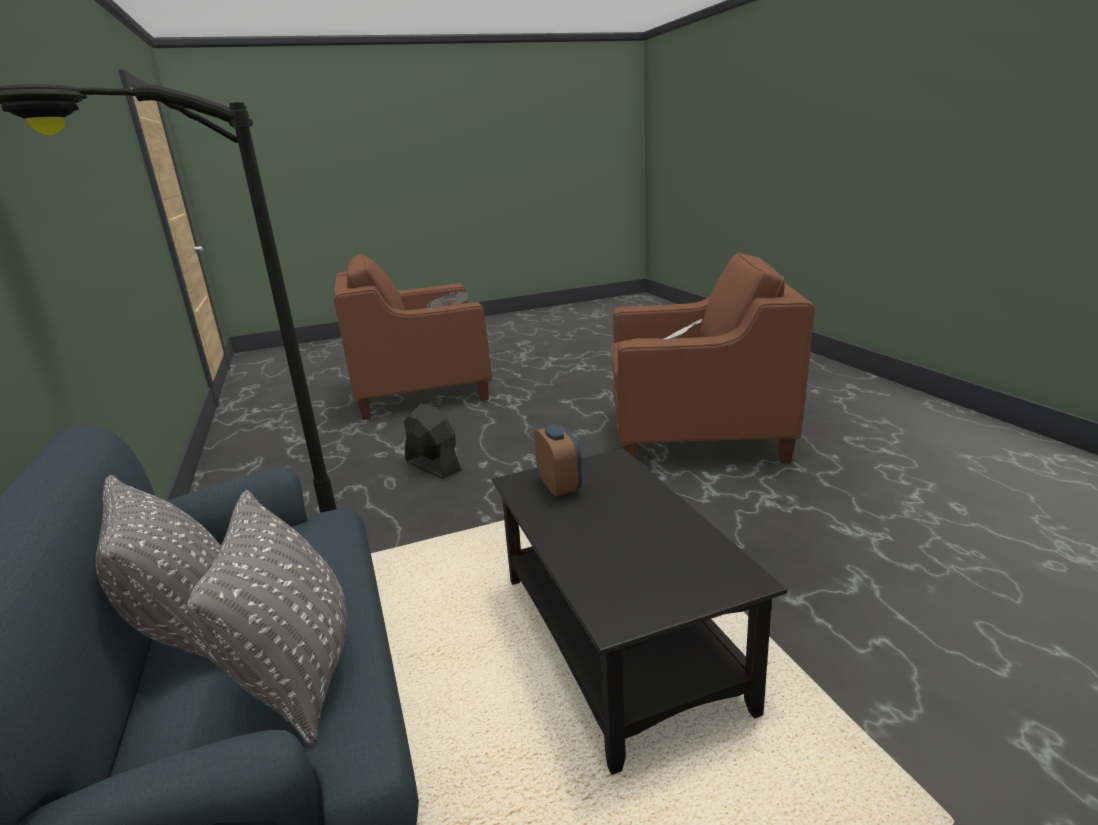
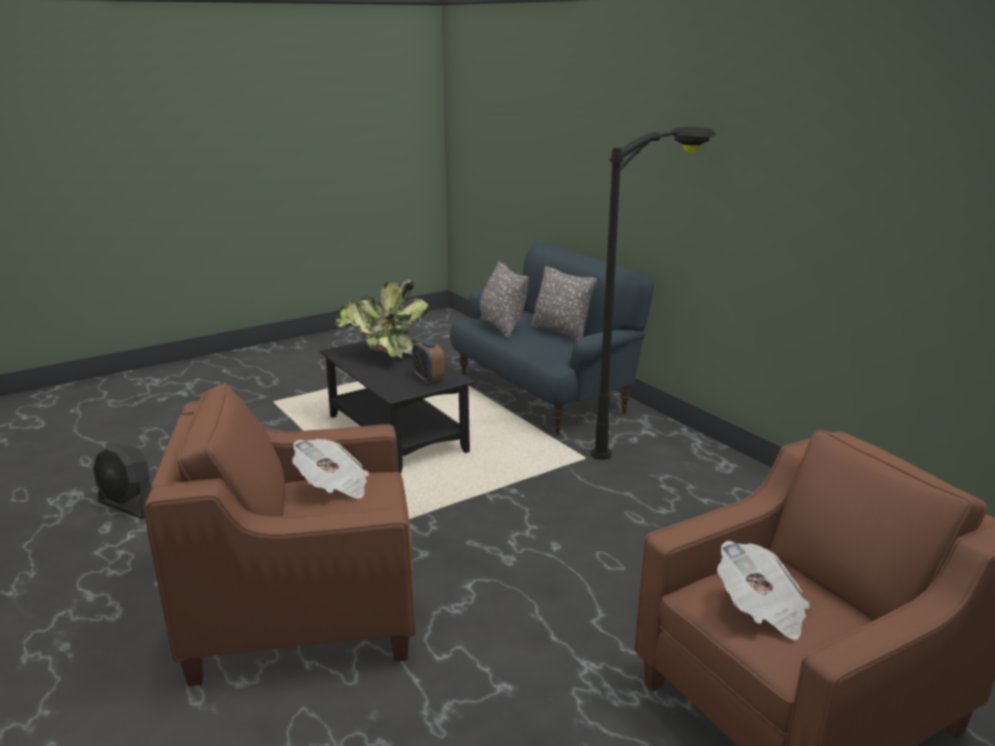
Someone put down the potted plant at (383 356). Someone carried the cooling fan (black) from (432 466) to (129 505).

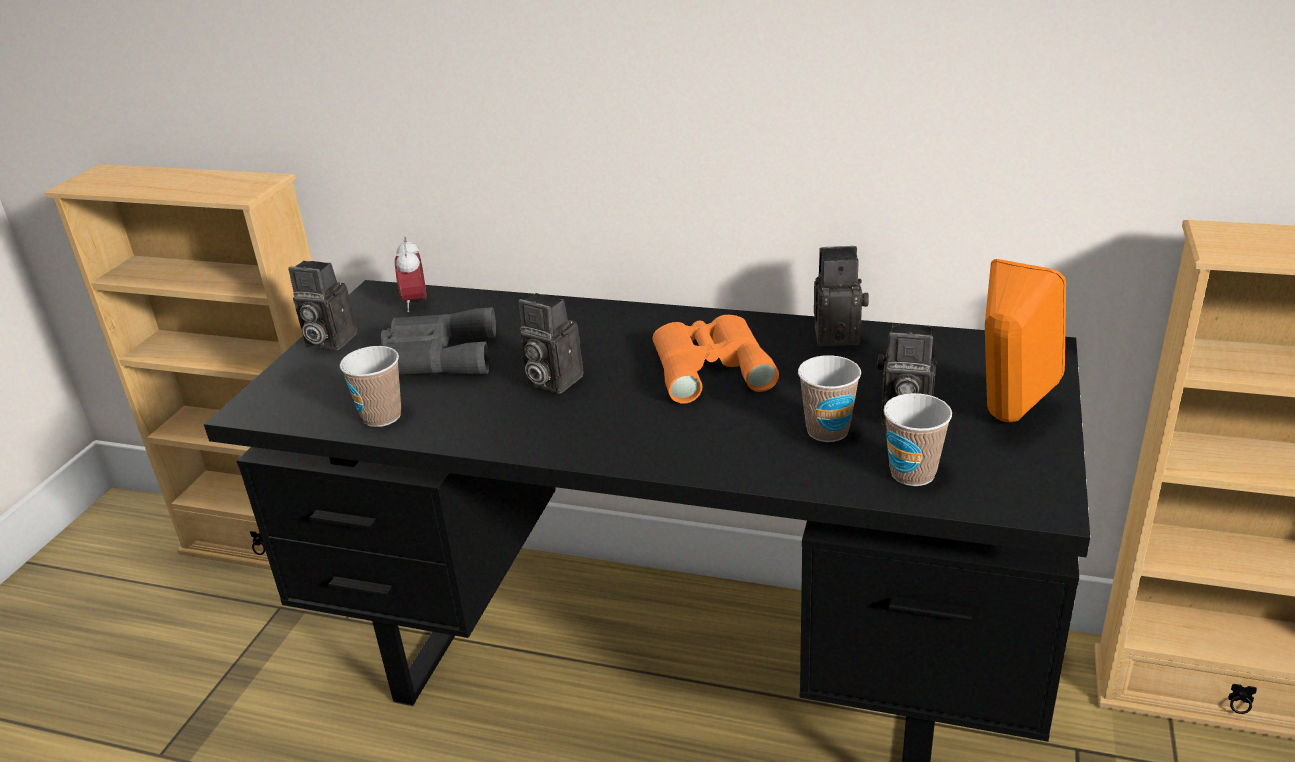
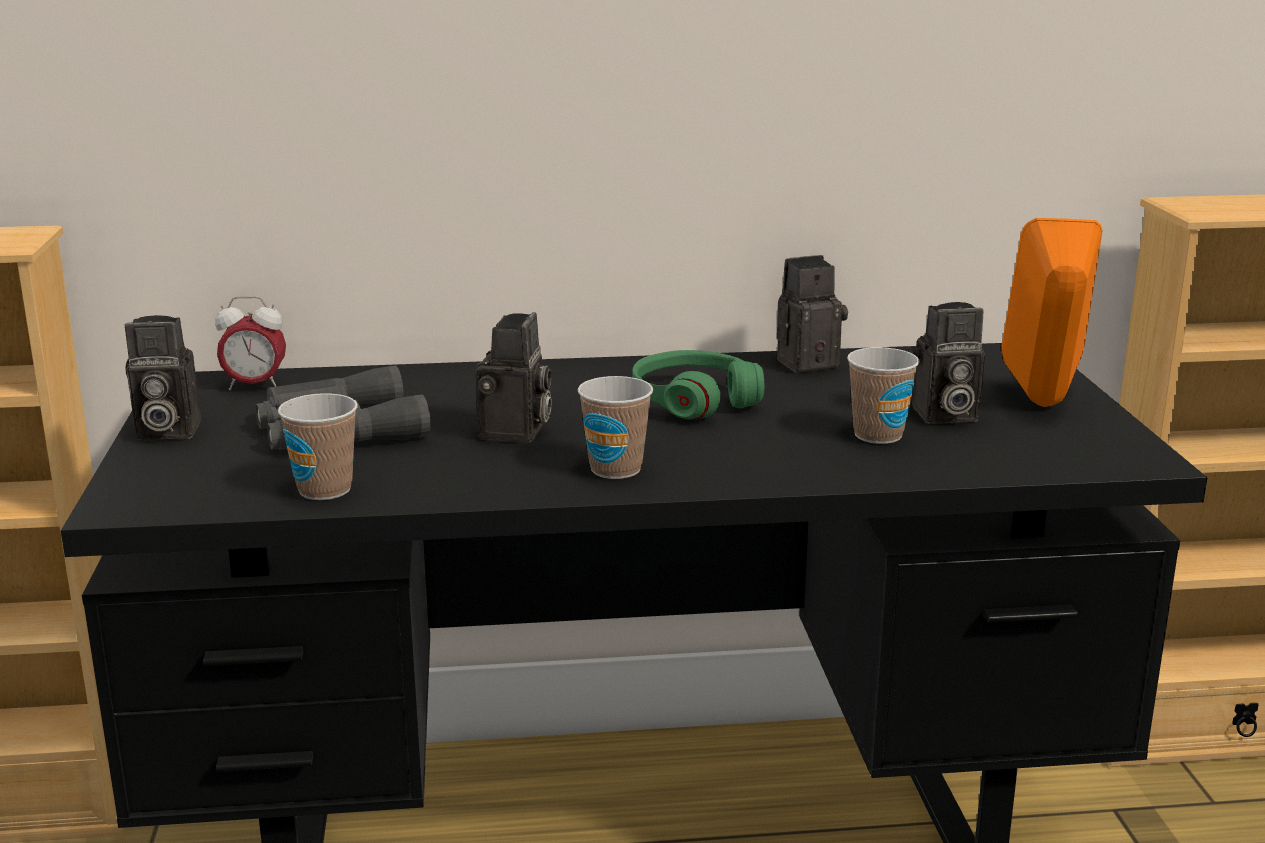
Someone carried the cup from (912 473) to (615 469). Someone swapped the field glasses (orange) at (710 366) for the headphones (green-coloured) at (694 400). Someone rotated the bedside clock at (416 303) by 60 degrees counterclockwise. Someone rotated the photo camera at (550 380) by 90 degrees counterclockwise.

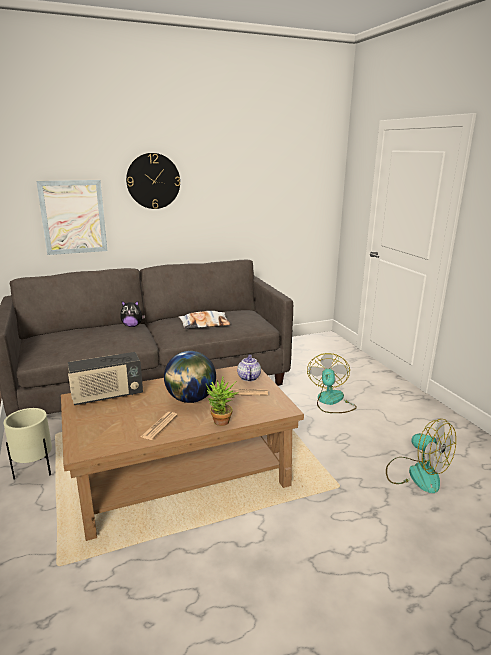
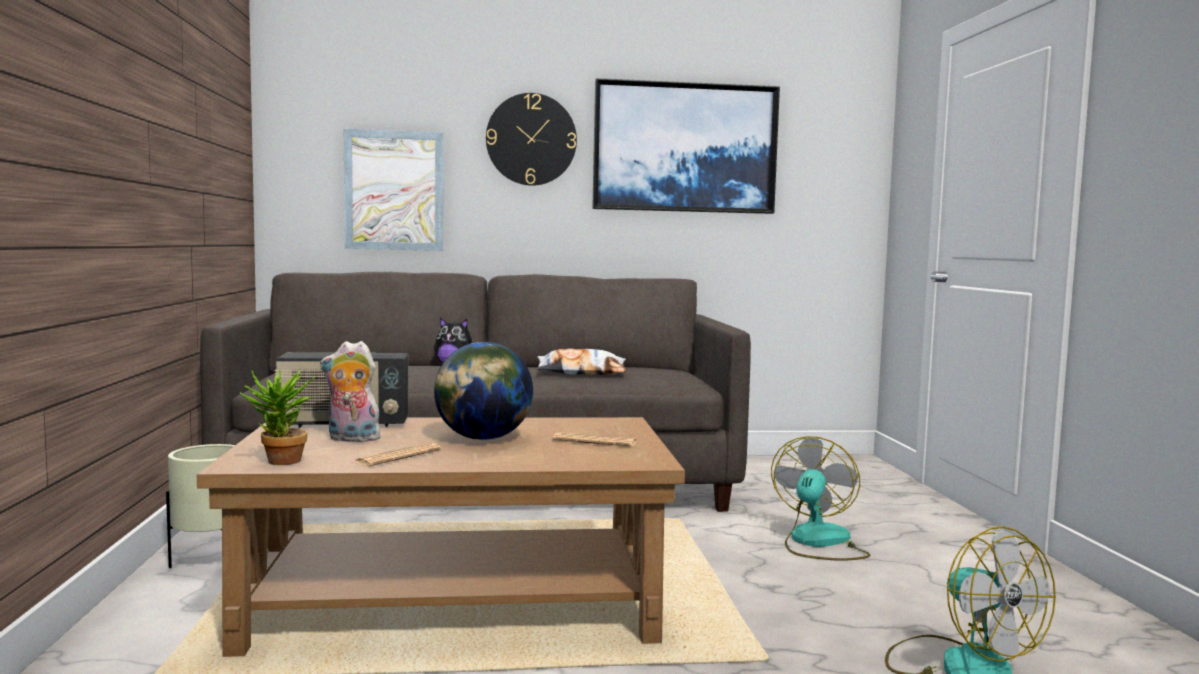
Someone took away the teapot at (248 377). Someone put down the cuddly toy at (351 439). Someone put up the wall picture at (684 148). Someone carried the potted plant from (221 423) to (279 463).

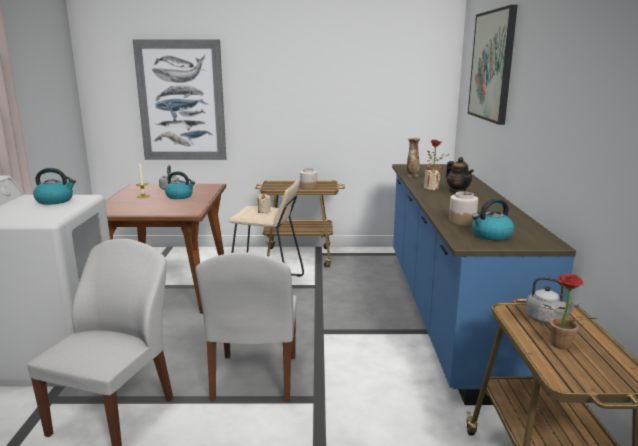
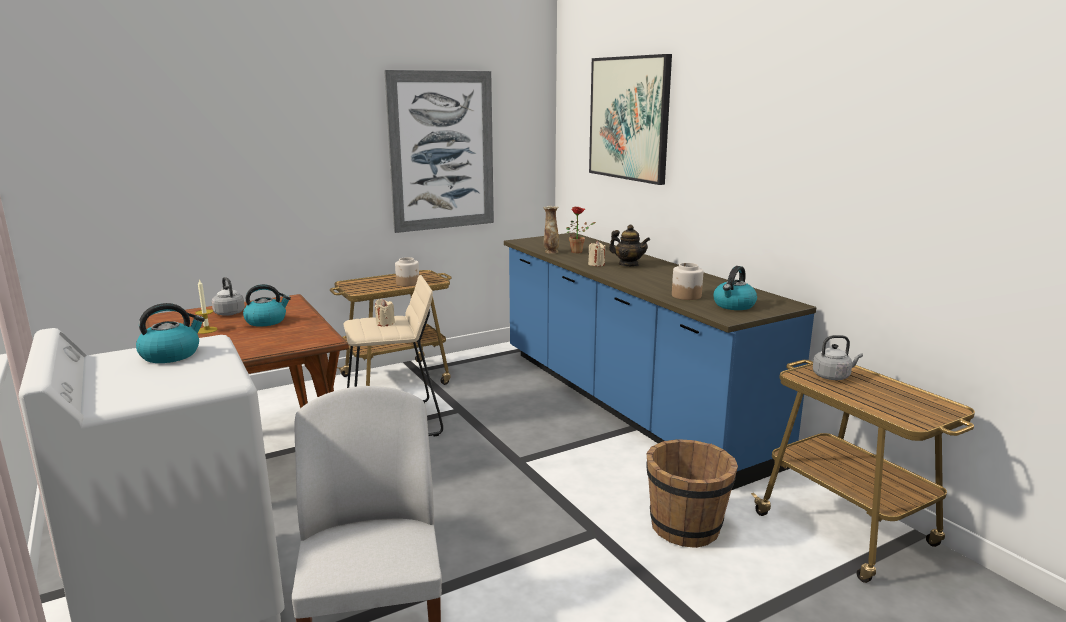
Someone took away the chair (white) at (254 379). Someone took away the potted plant at (558 346). Someone put down the pail (brown-coloured) at (686 527). Someone carried the wall picture from (181 101) to (442 151).

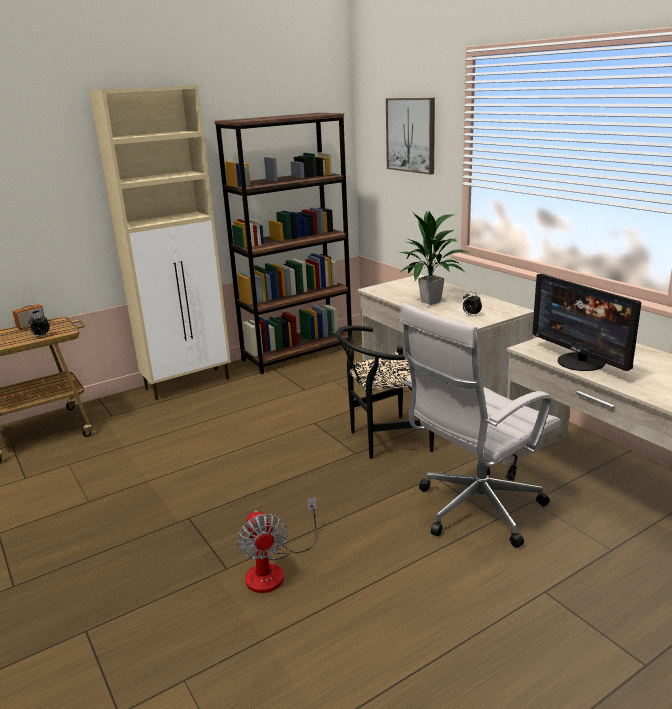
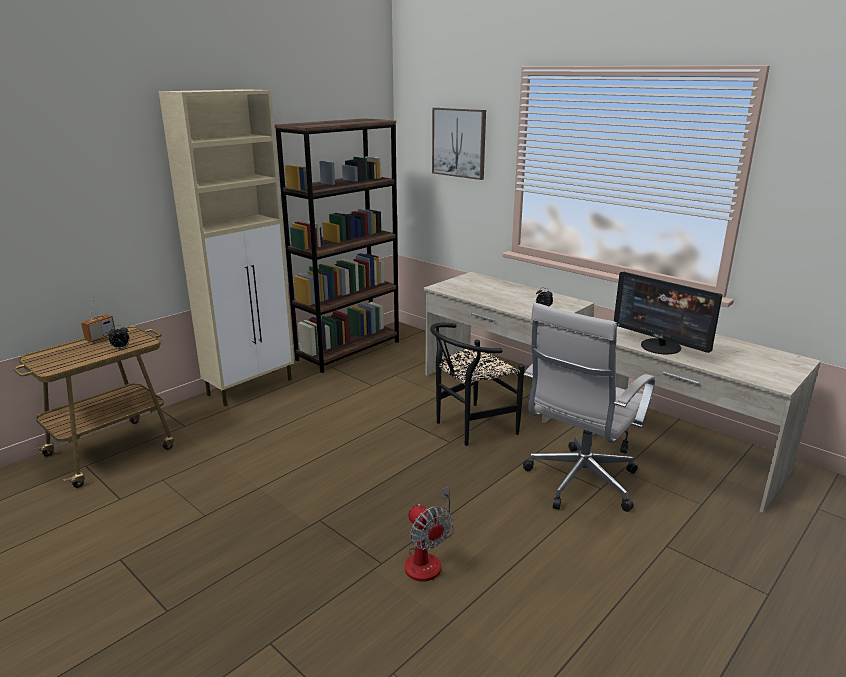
Someone took away the potted plant at (431 301).

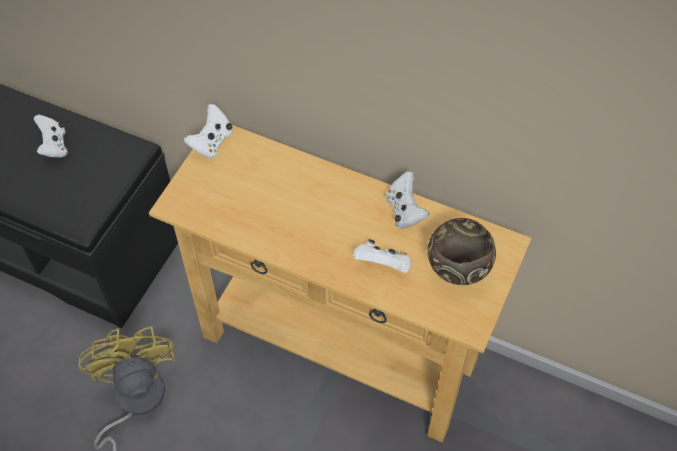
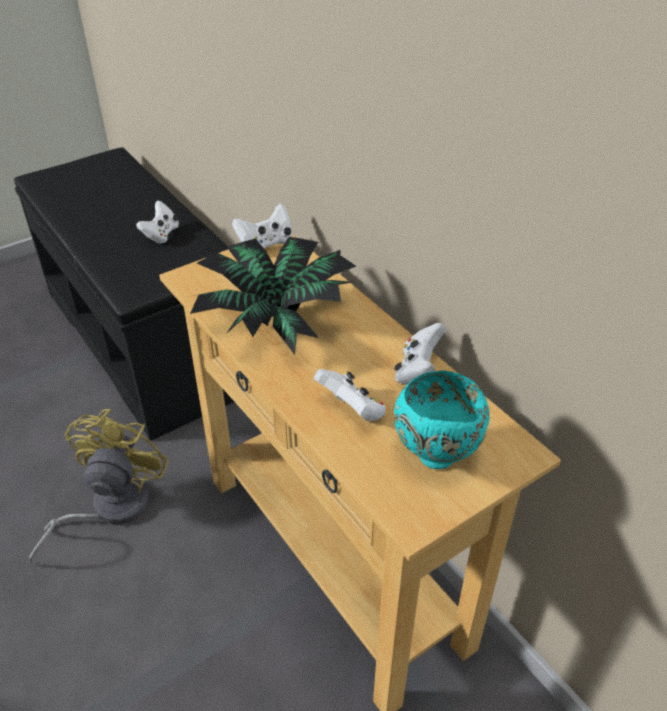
Someone put down the potted plant at (277 318). Someone repainted the bowl (brown-coloured) at (456 272), which became the bowl (turquoise) at (435 454).

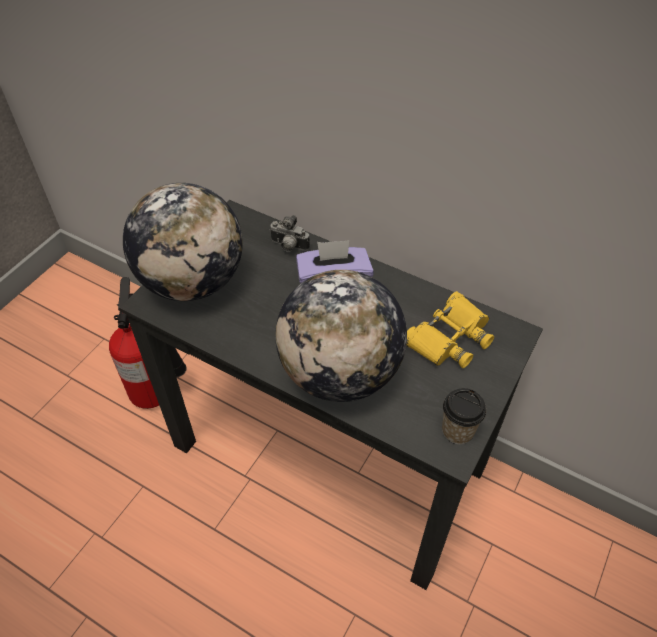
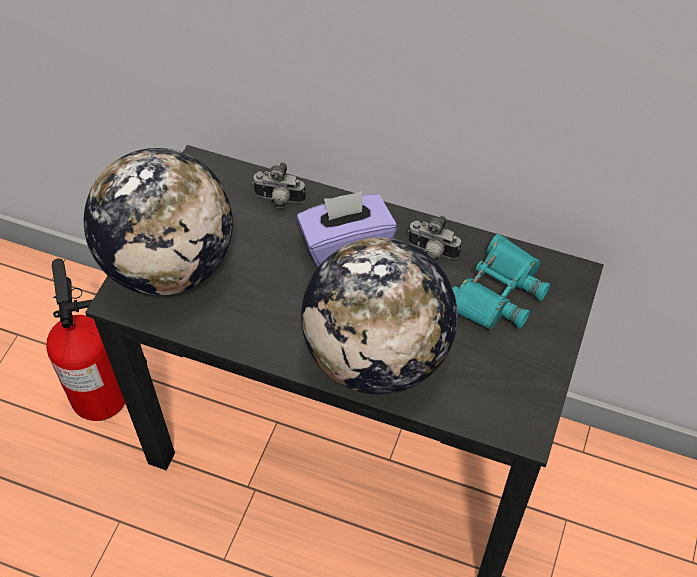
Someone took away the cup at (457 431). Someone put down the photo camera at (431 253). Someone repainted the field glasses (yellow) at (449 337), which became the field glasses (turquoise) at (497 292).

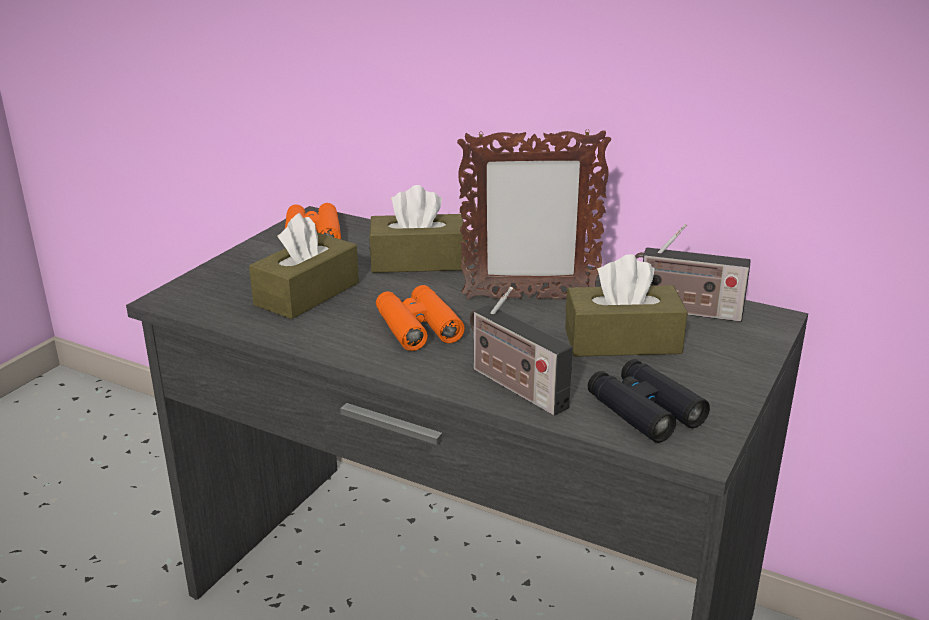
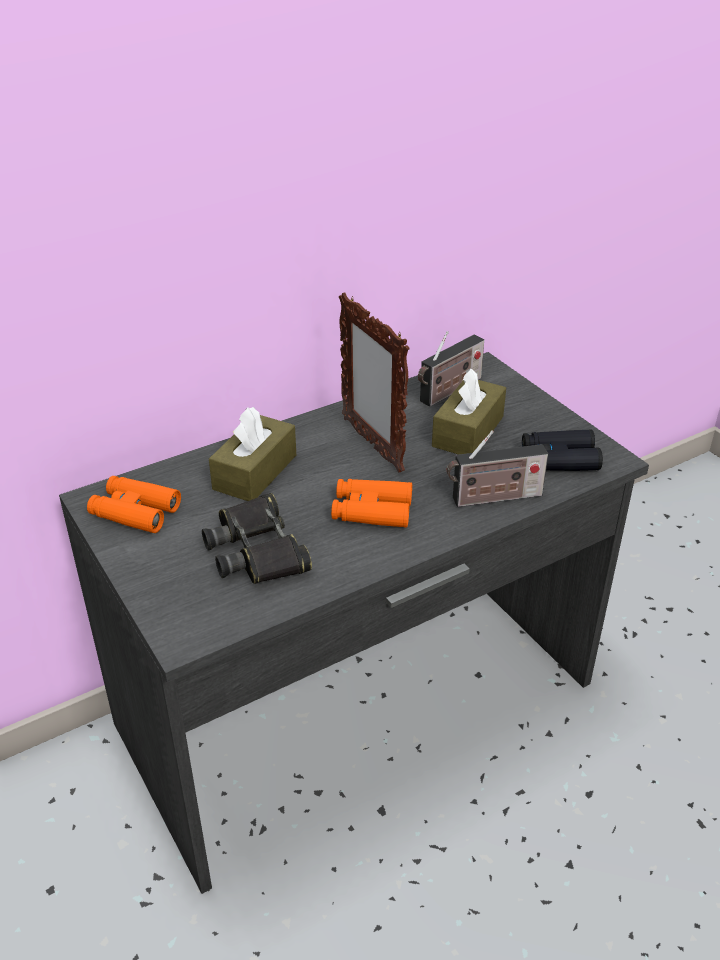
Someone swapped the tissue holder (brown-coloured) at (307 294) for the field glasses (black) at (257 550). Someone rotated the picture frame at (528 298) by 120 degrees clockwise.

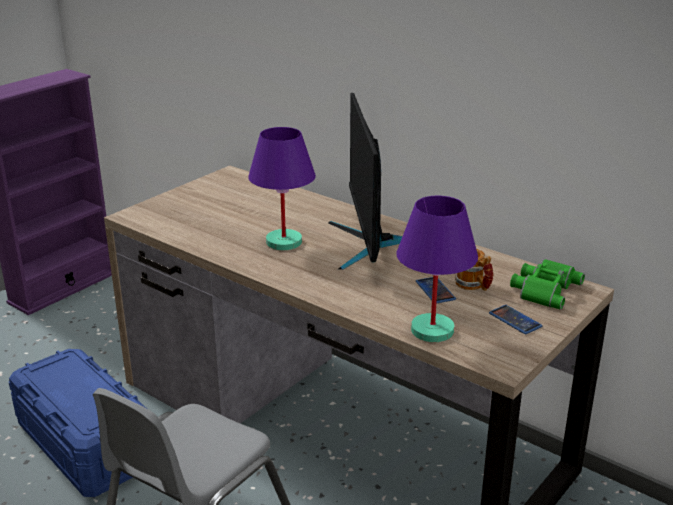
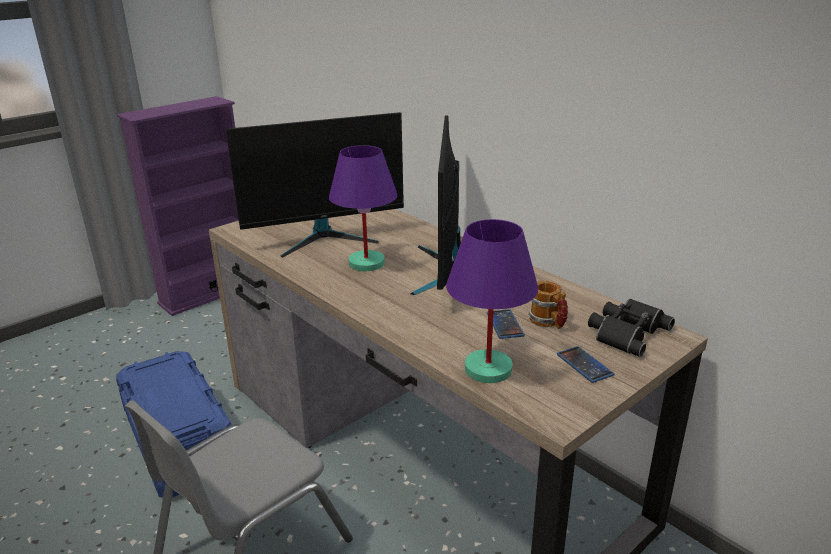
Someone put down the computer screen at (325 238). Someone repainted the field glasses (green-coloured) at (543 288), which became the field glasses (black) at (626 331).

